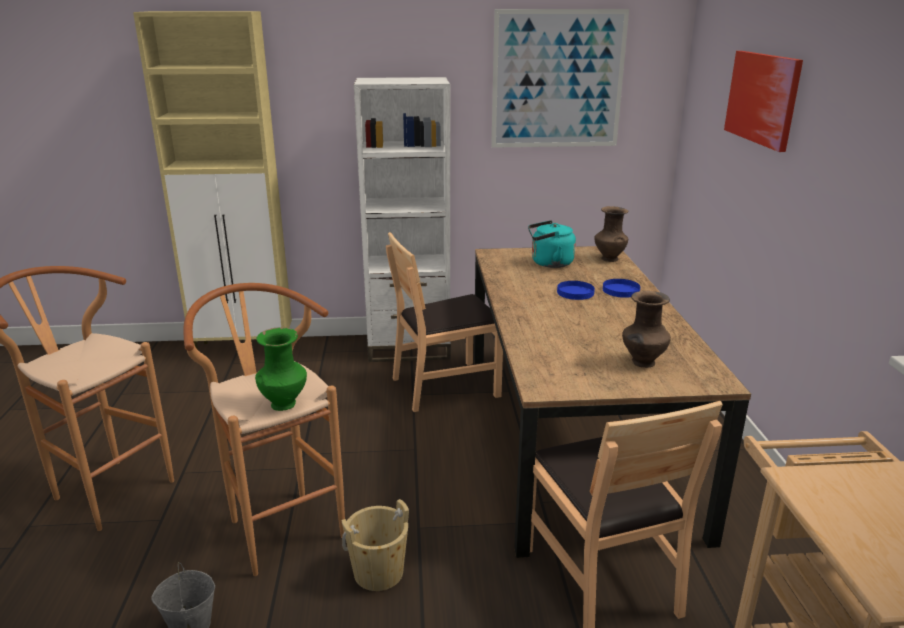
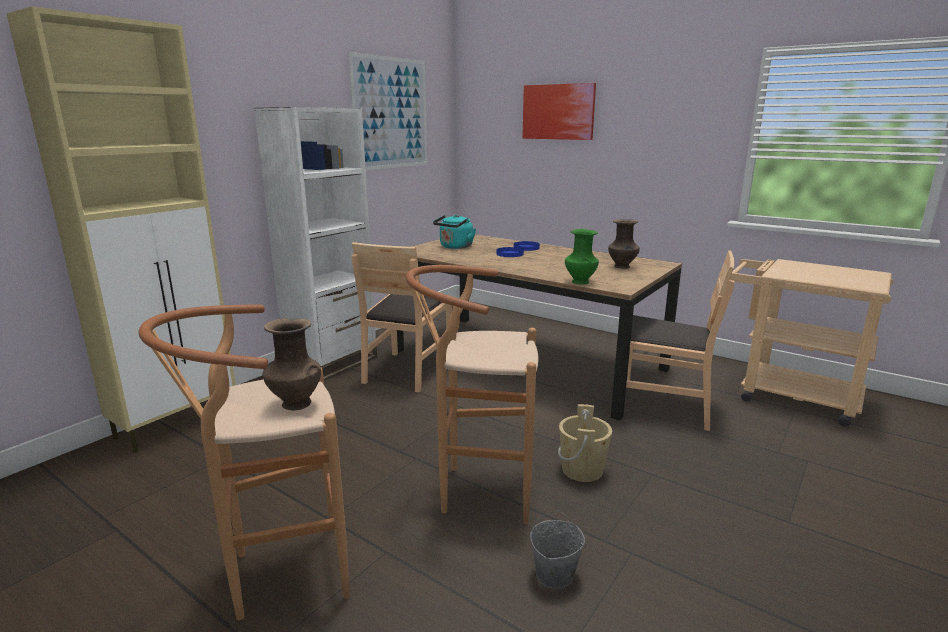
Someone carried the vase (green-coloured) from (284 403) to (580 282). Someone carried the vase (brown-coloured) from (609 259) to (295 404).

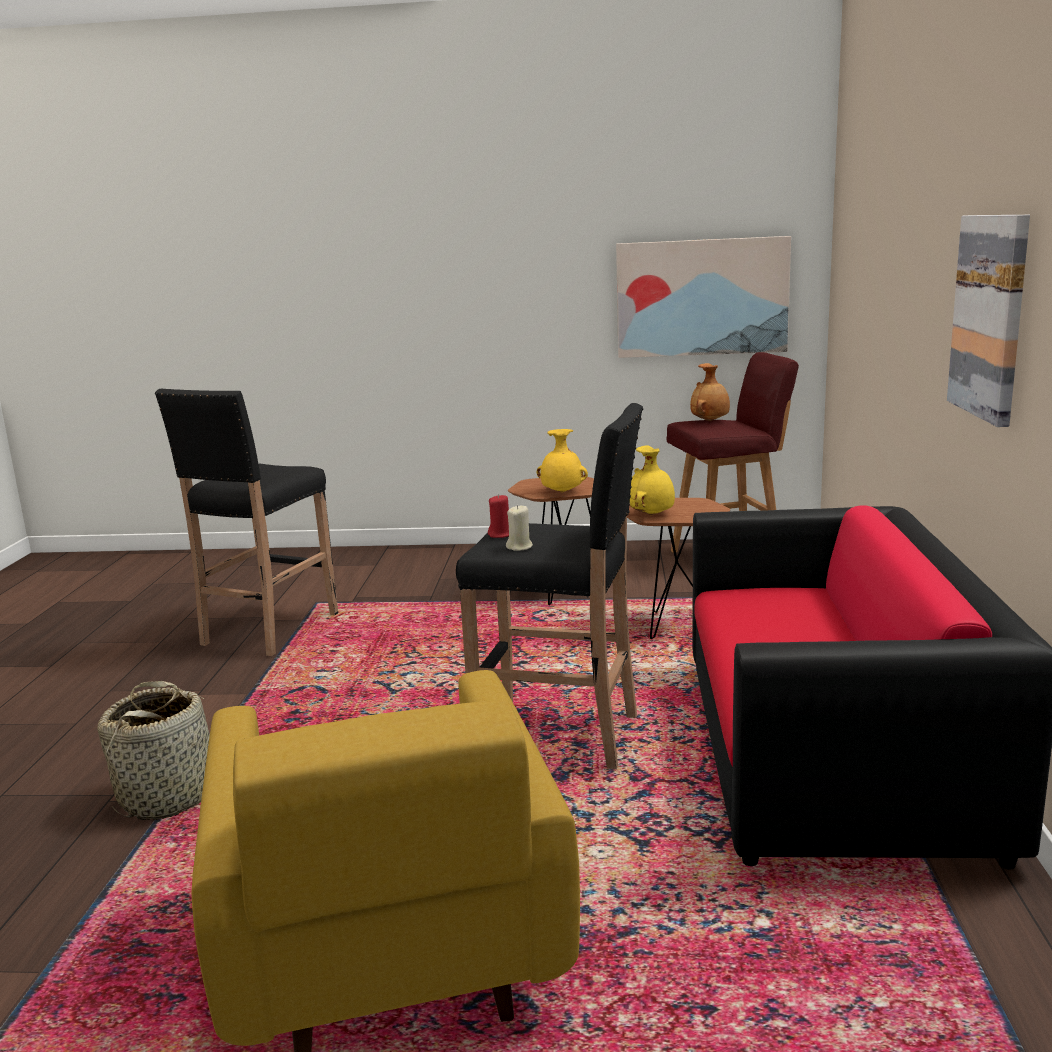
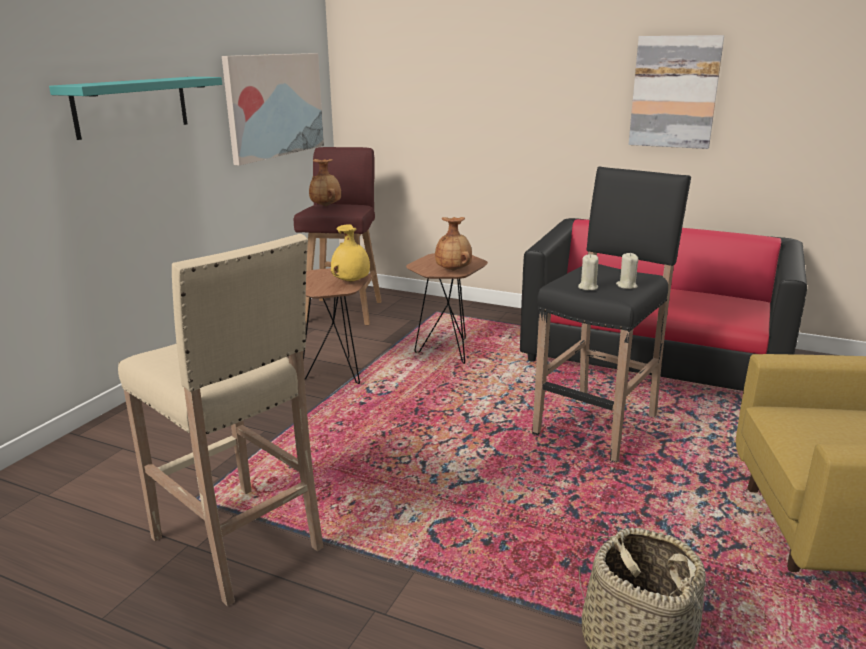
Someone put up the bracket shelf (turquoise) at (132 106). Someone repainted the stool seat (black) at (268 630), which became the stool seat (sand-coloured) at (239 544). Someone repainted the wax light (reddish) at (500 534), which became the wax light (sand-coloured) at (587 287). Someone repainted the vase (yellow) at (652 515), which became the vase (brown-coloured) at (454 270).

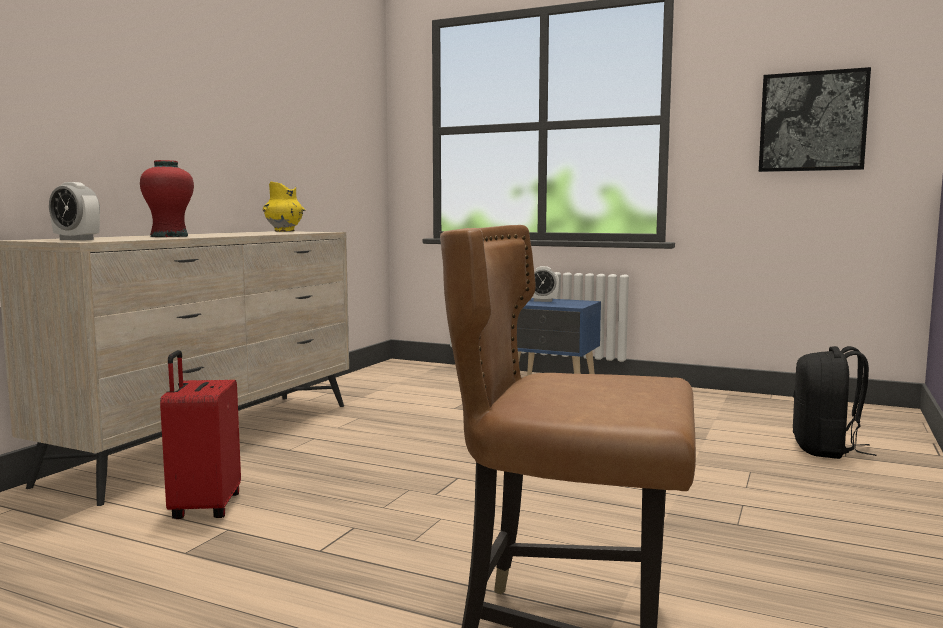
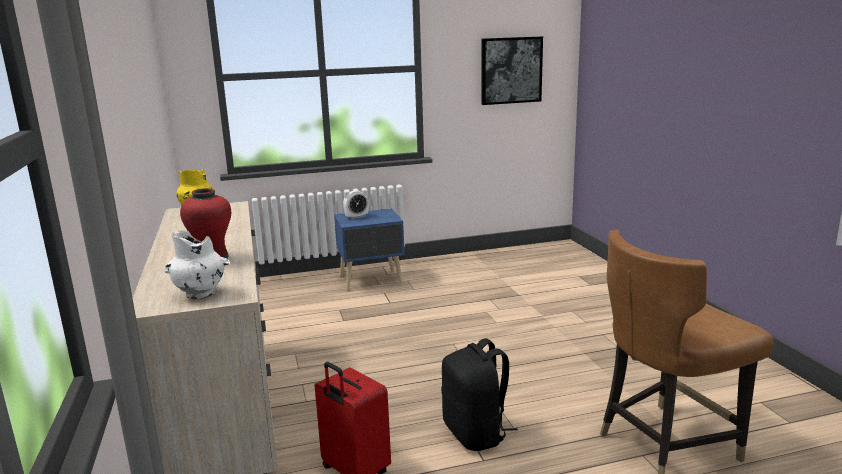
Someone carried the rucksack (black) from (826 449) to (476 433). Someone swapped the bedside clock at (76 239) for the vase (white) at (201 294).

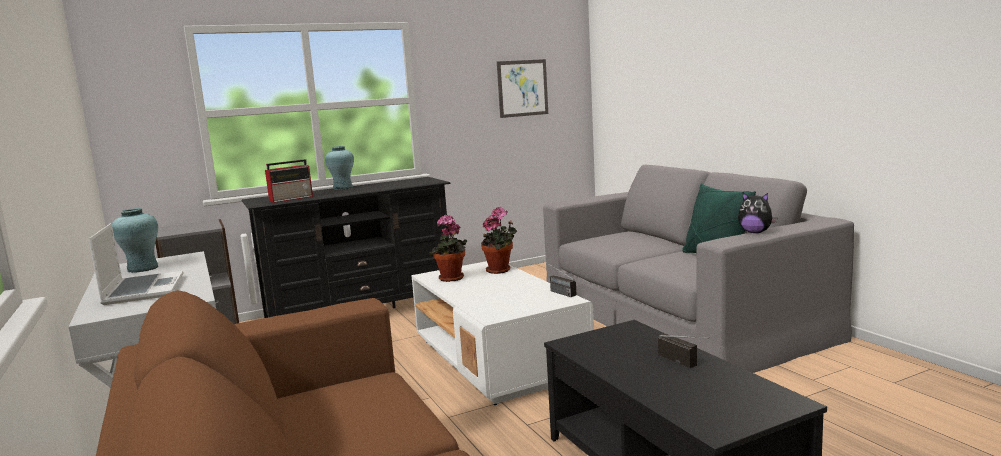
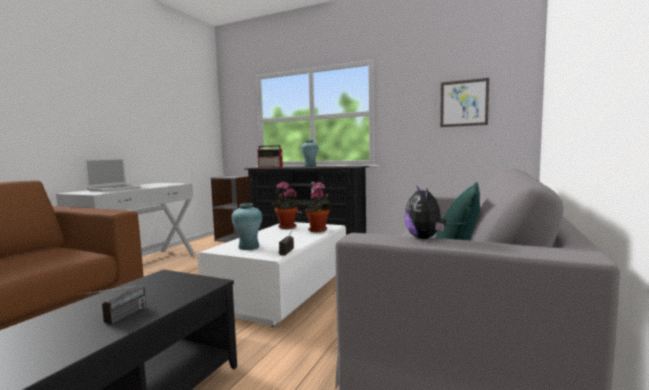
Someone carried the vase (turquoise) from (142 268) to (248 247).

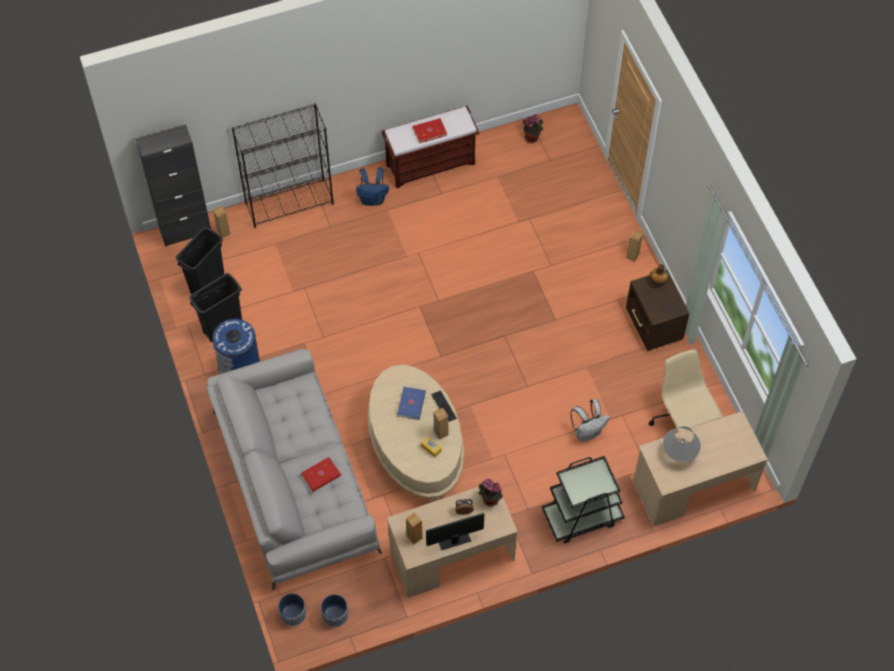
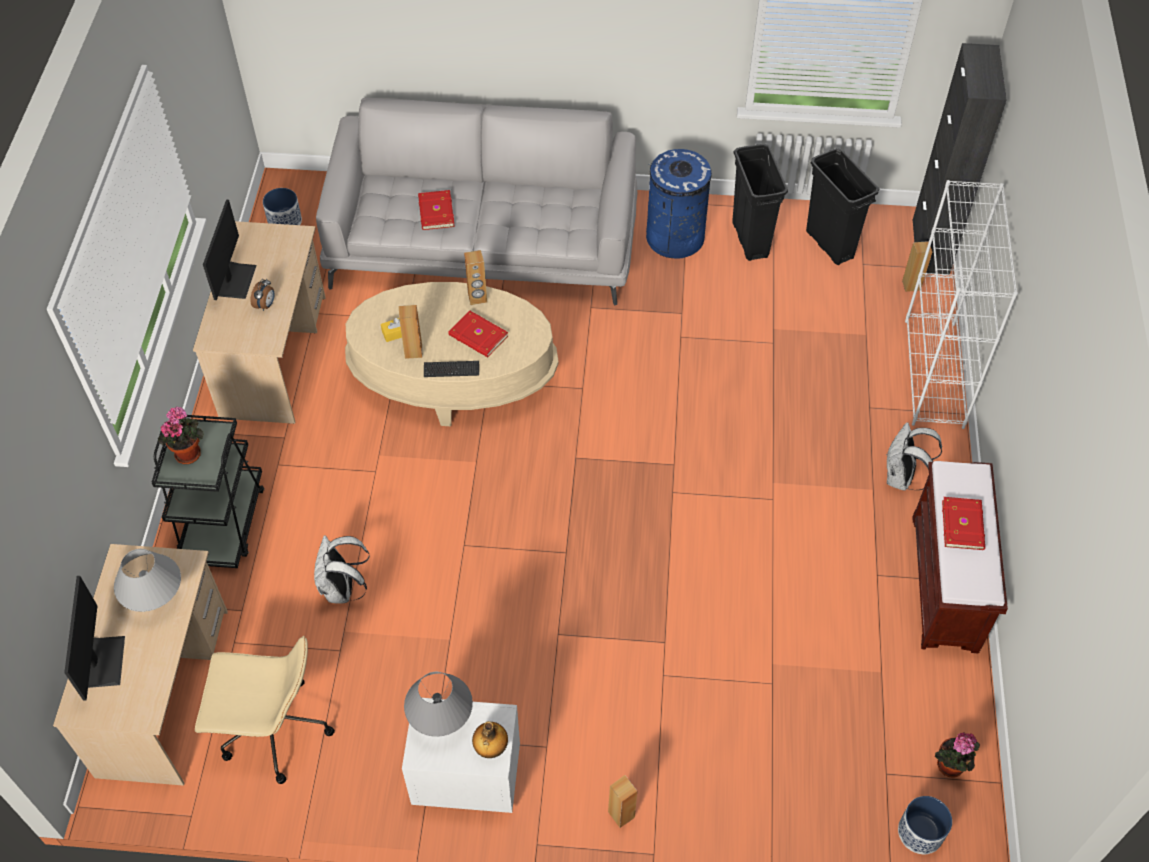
Someone put down the computer screen at (104 661). Someone put down the tabletop lamp (gray) at (441 719). Someone carried the planter from (293 614) to (920 832). Someone carried the audio speaker (brown-coloured) from (414 536) to (477 298). Someone carried the potted plant from (489 499) to (188 452). Someone repainted the bookshelf (black) at (290 203), which became the bookshelf (white) at (934 374). Someone repainted the rucksack (blue) at (373 199), which became the rucksack (white) at (901 478). Someone repainted the volume (blue) at (412 404), which became the volume (reddish) at (478 336). Someone repainted the night table (brown-coloured) at (653 327), which became the night table (white) at (465 776).

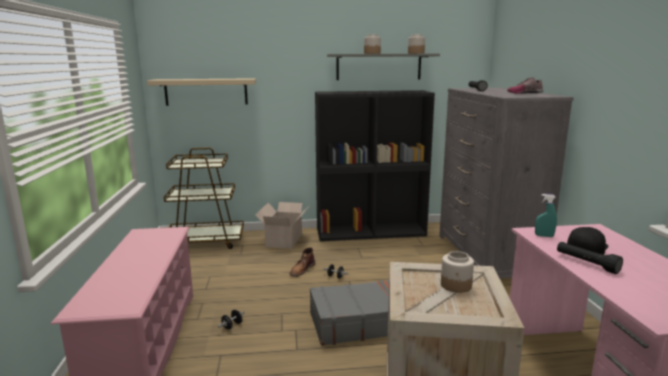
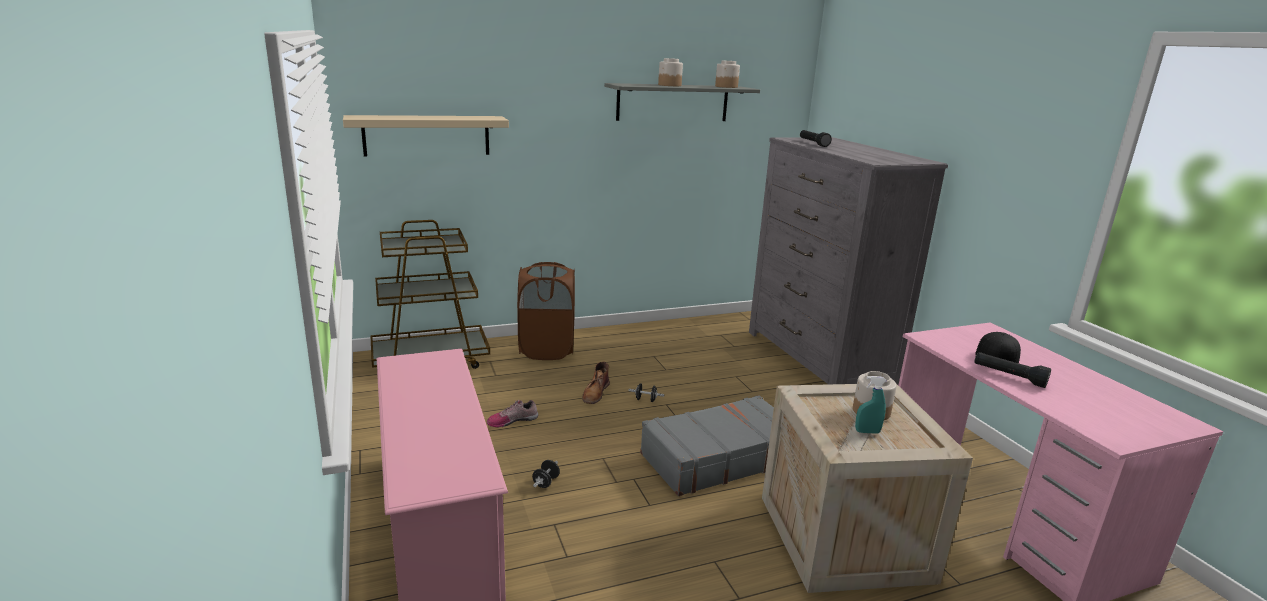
Someone took away the bookshelf (black) at (371 232). Someone carried the shoe from (524 93) to (512 420). Someone carried the spray bottle (turquoise) from (544 236) to (867 432). Someone swapped the cardboard box at (285 239) for the washing basket (brown-coloured) at (547 349).

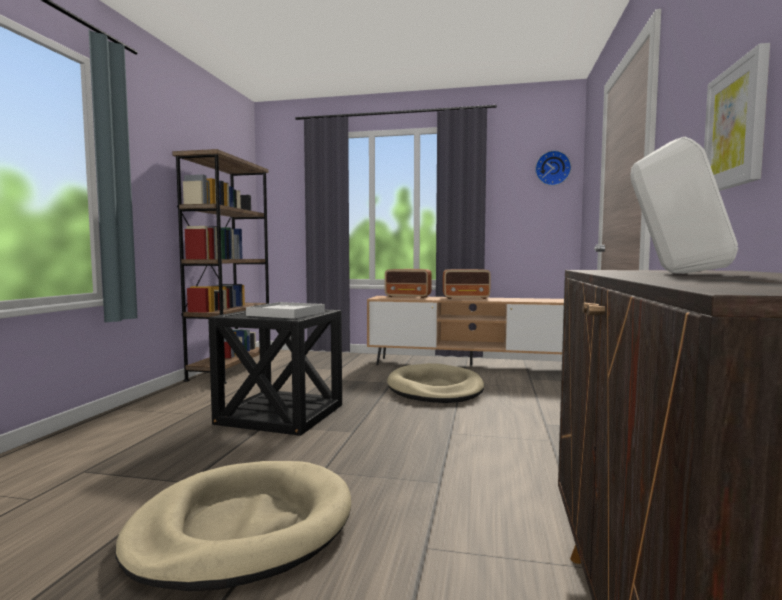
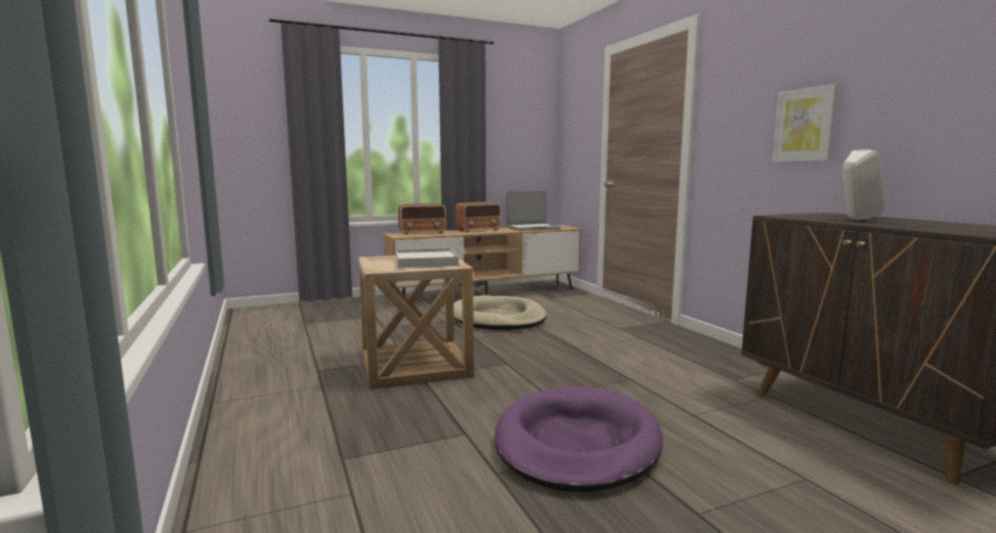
Someone took away the bookshelf (brown-coloured) at (231 370). Someone took away the wall clock at (552 168). Someone put down the notebook computer at (533 228). Someone repainted the dog cushion (sand-coloured) at (242 528), which became the dog cushion (purplish) at (577 443). Someone repainted the end table (black) at (281 414), which became the end table (sand-coloured) at (415 365).

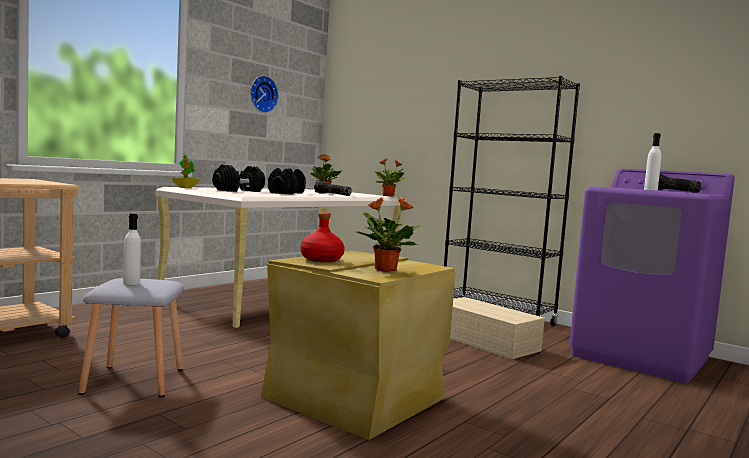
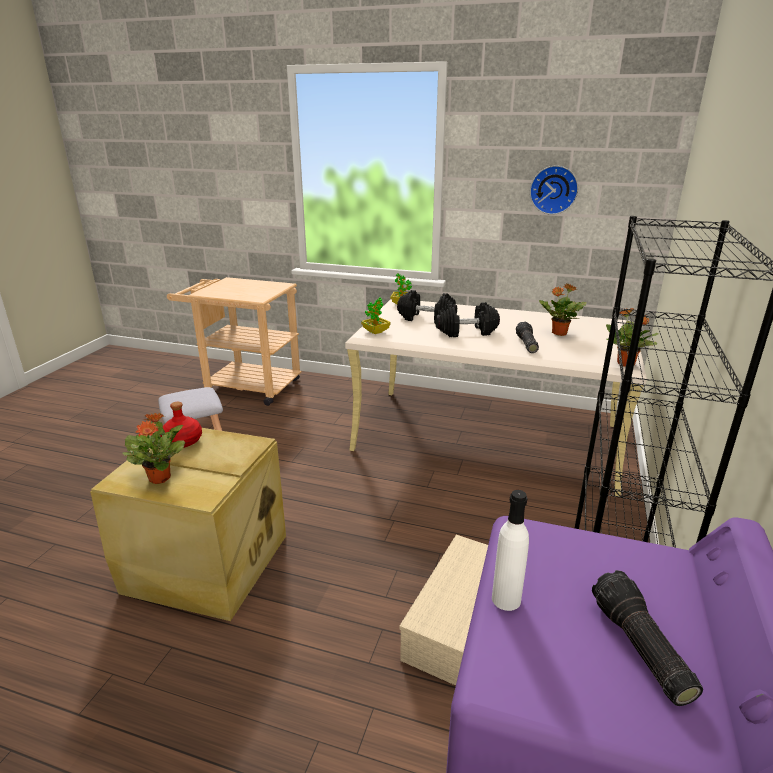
Someone took away the beverage bottle (white) at (131 283). Someone put down the potted plant at (375 332).

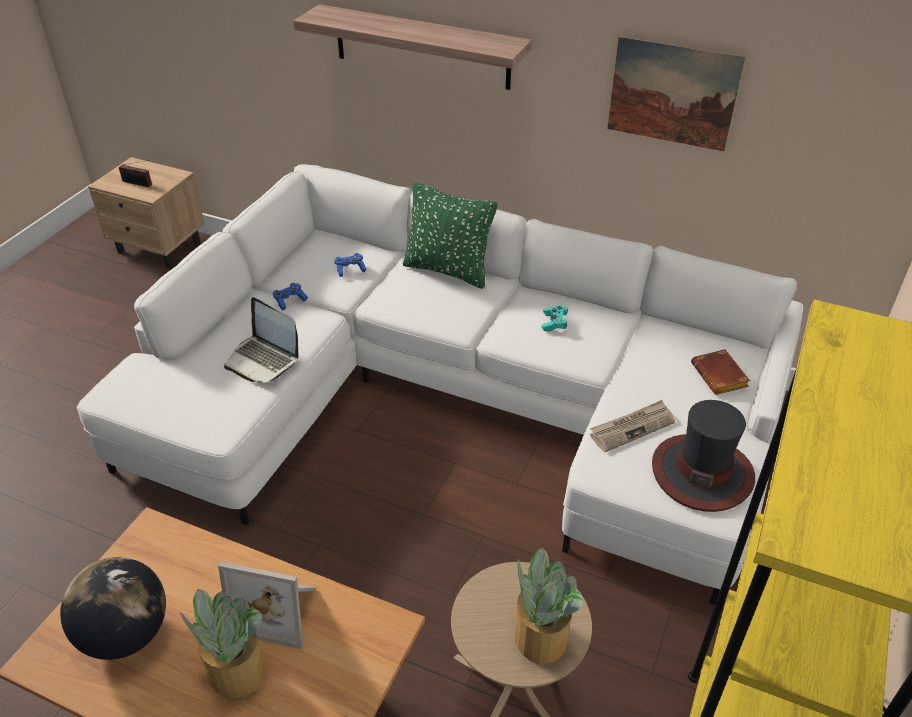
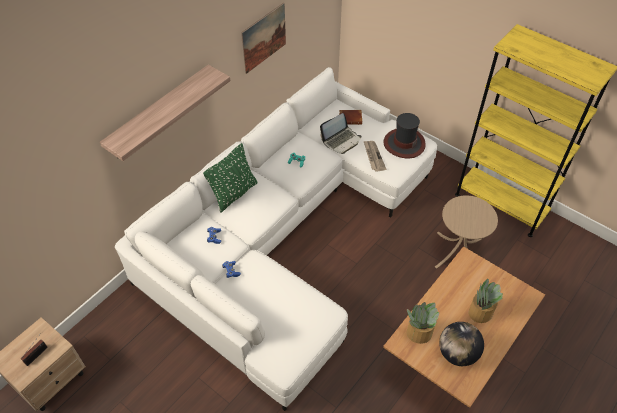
Someone took away the picture frame at (279 609). Someone carried the notebook computer from (263 360) to (341 140). Someone carried the potted plant from (541 636) to (418 332).

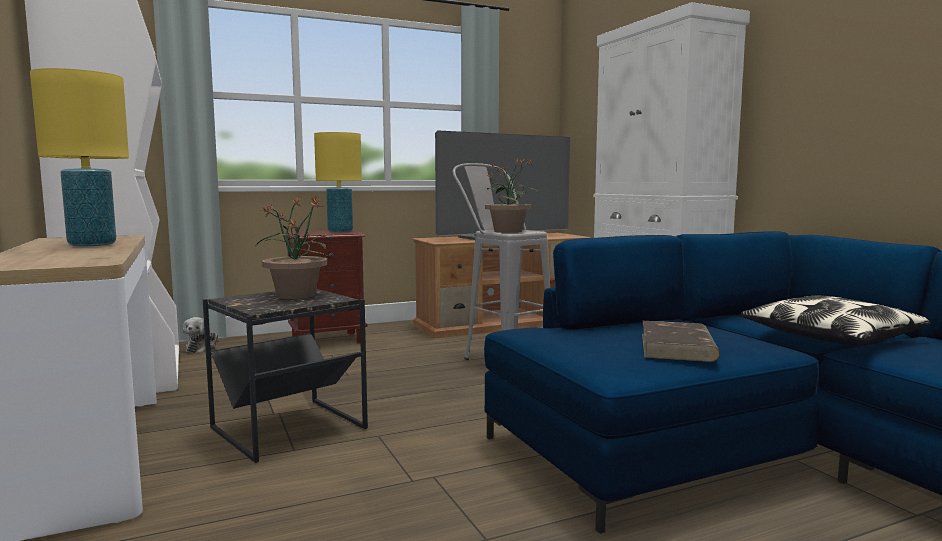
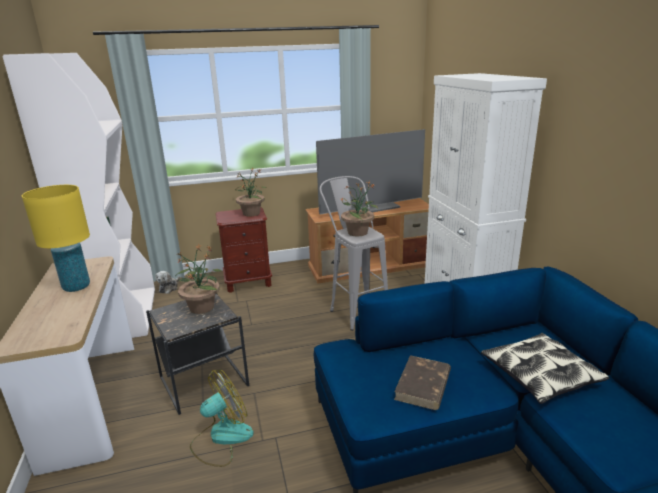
Someone put down the cooling fan at (221 438). Someone swapped the tabletop lamp (yellow) at (340 231) for the potted plant at (251 213).

